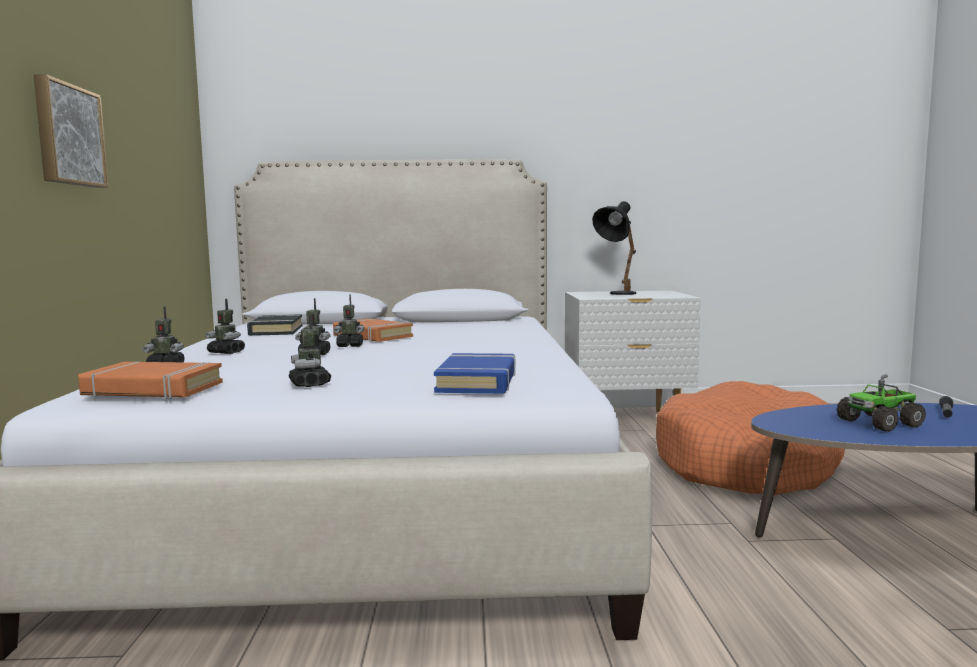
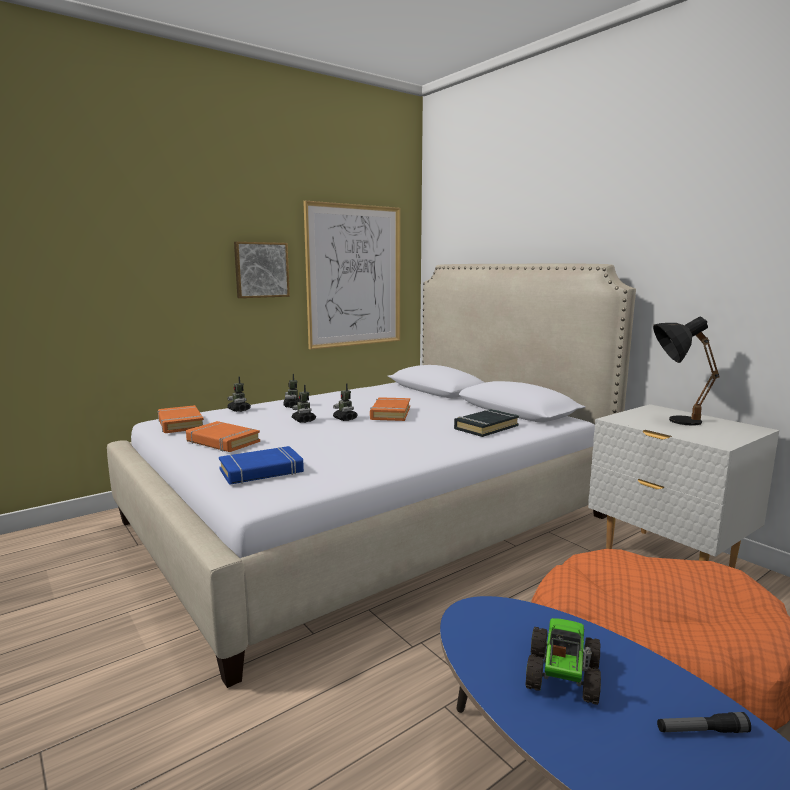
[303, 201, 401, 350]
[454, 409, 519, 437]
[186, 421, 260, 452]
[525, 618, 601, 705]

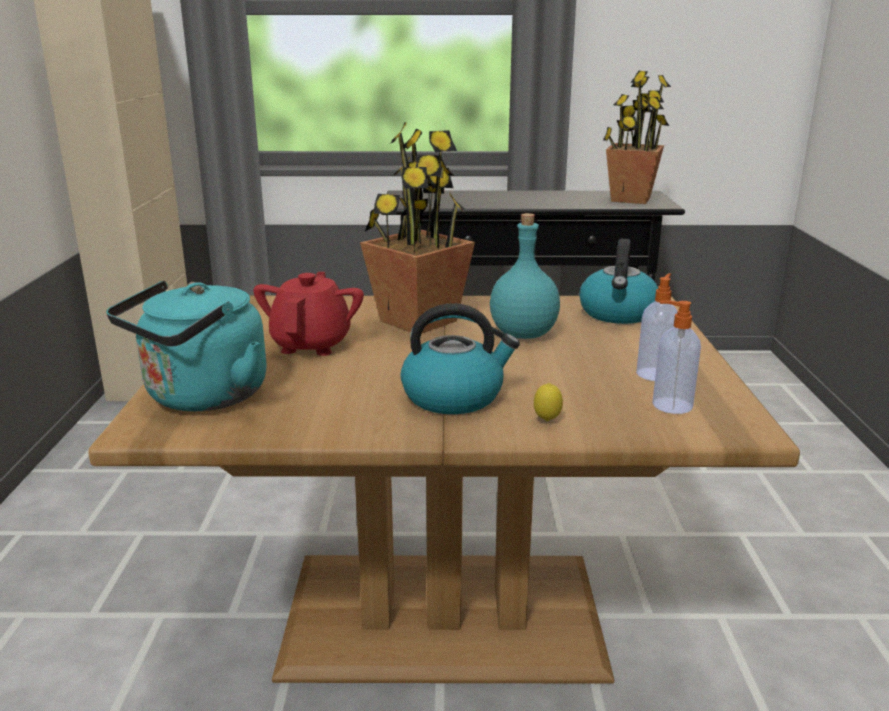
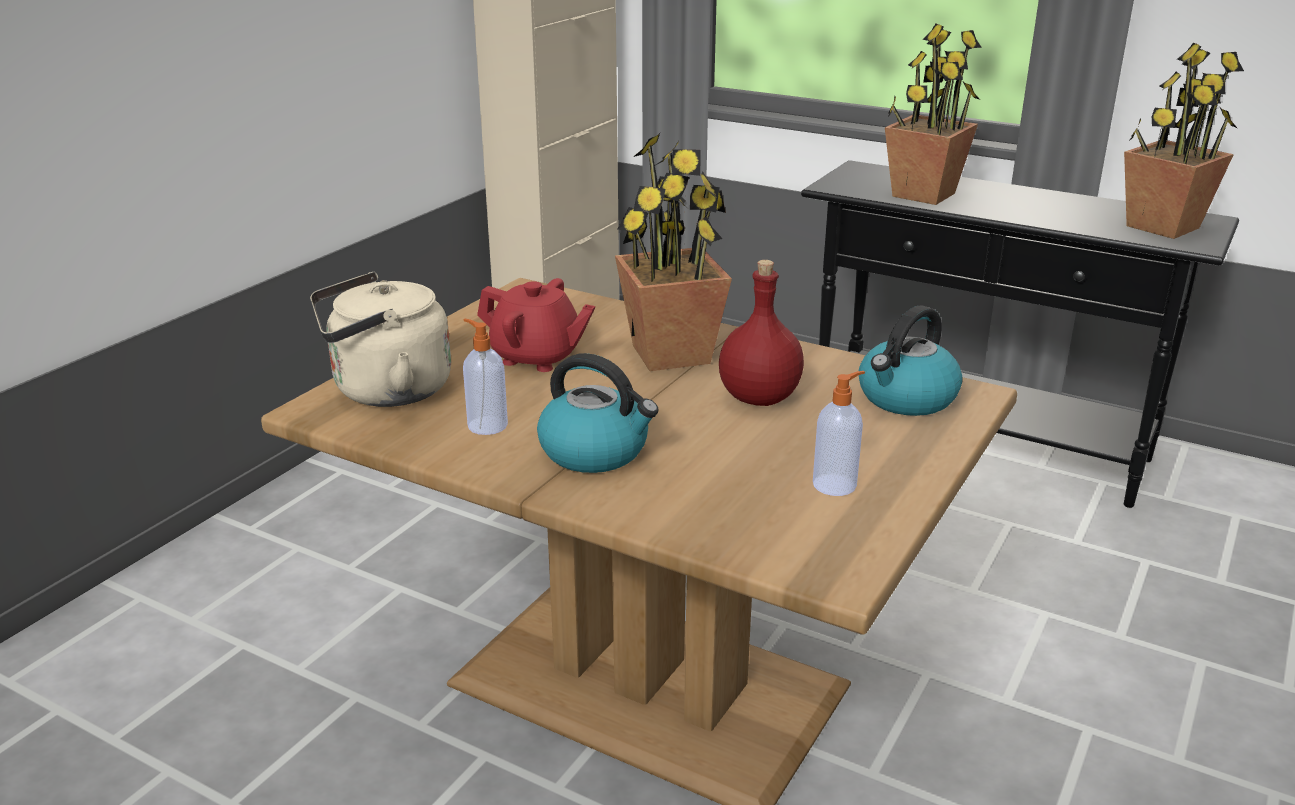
[534, 383, 563, 421] (first image)
[885, 24, 982, 205]
[463, 319, 508, 435]
[310, 272, 451, 407]
[719, 260, 804, 406]
[477, 278, 595, 372]

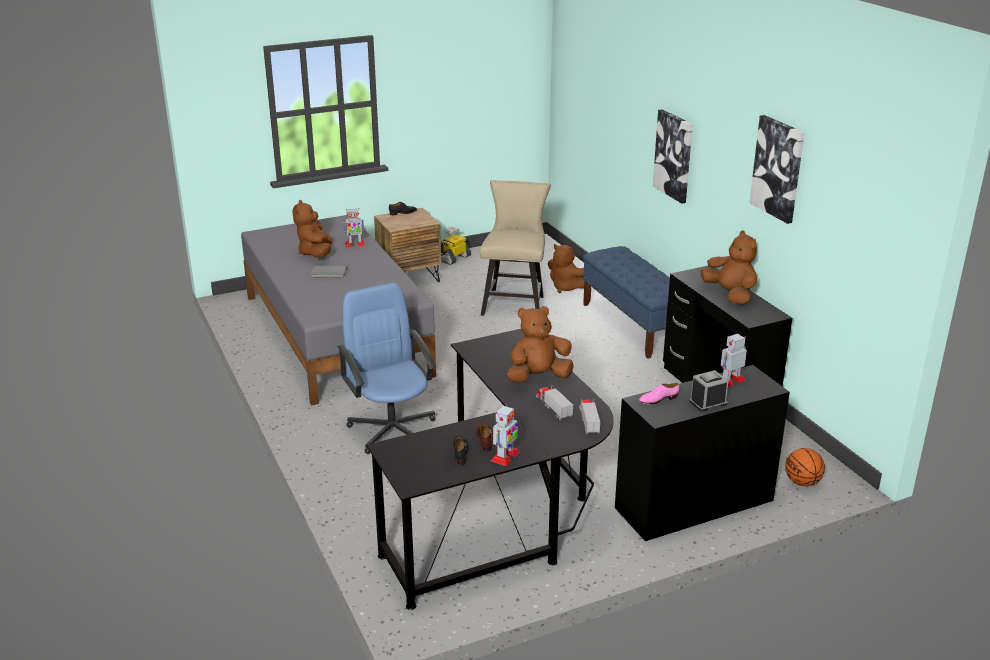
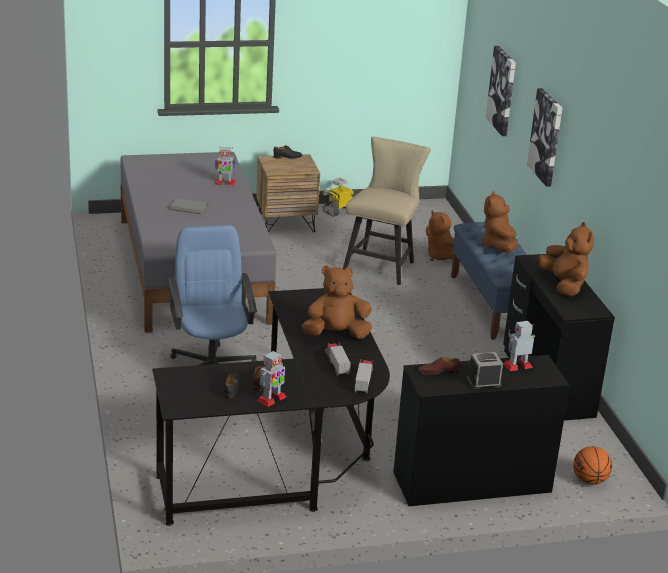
[482, 191, 518, 253]
[486, 46, 516, 136]
[418, 357, 460, 375]

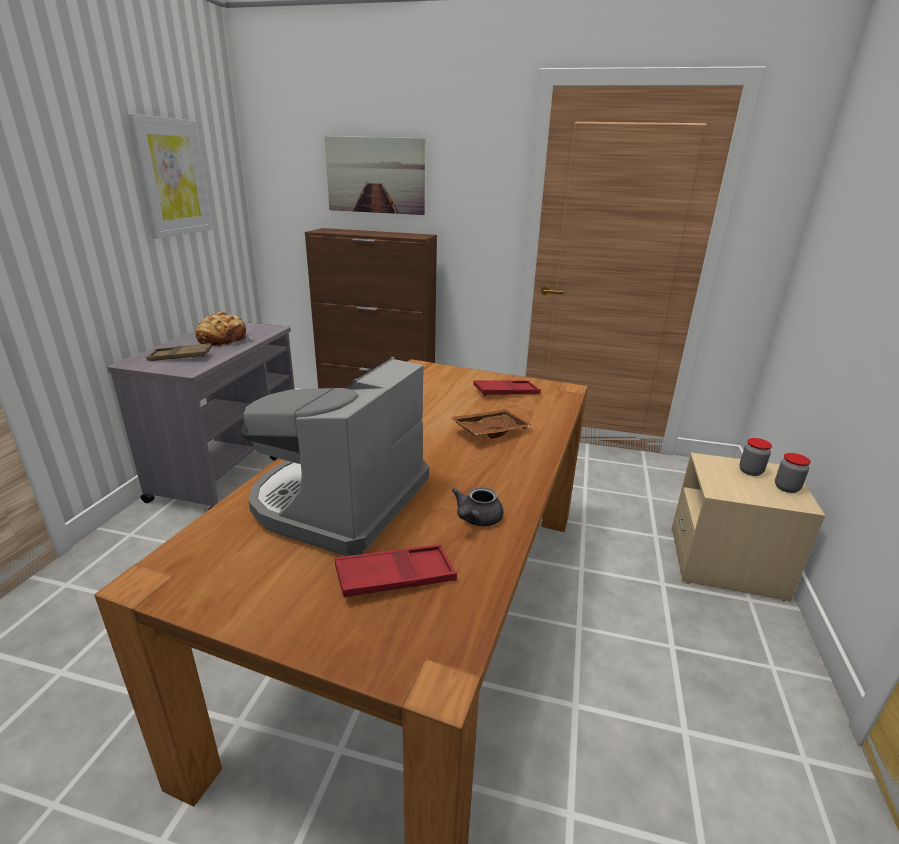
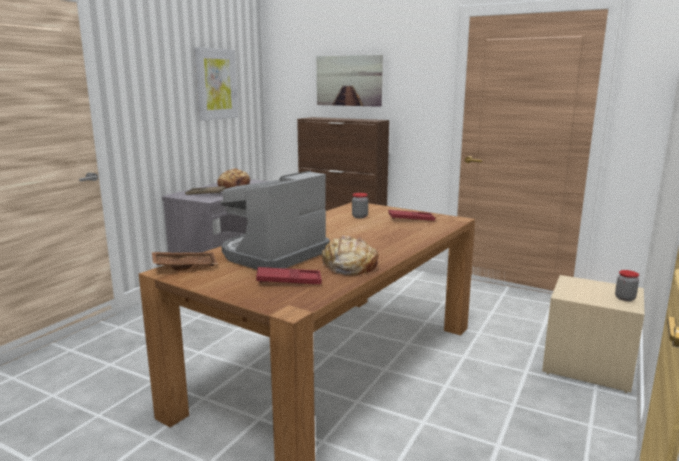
[152, 252, 218, 270]
[352, 193, 368, 219]
[322, 235, 379, 275]

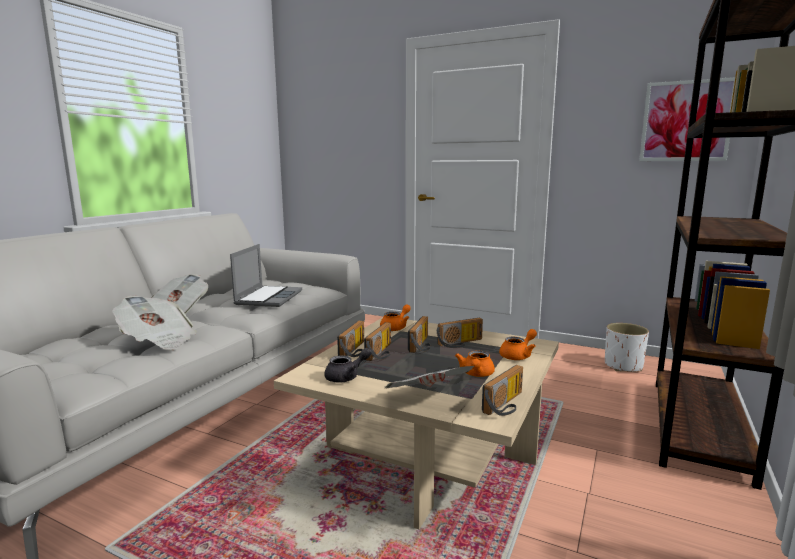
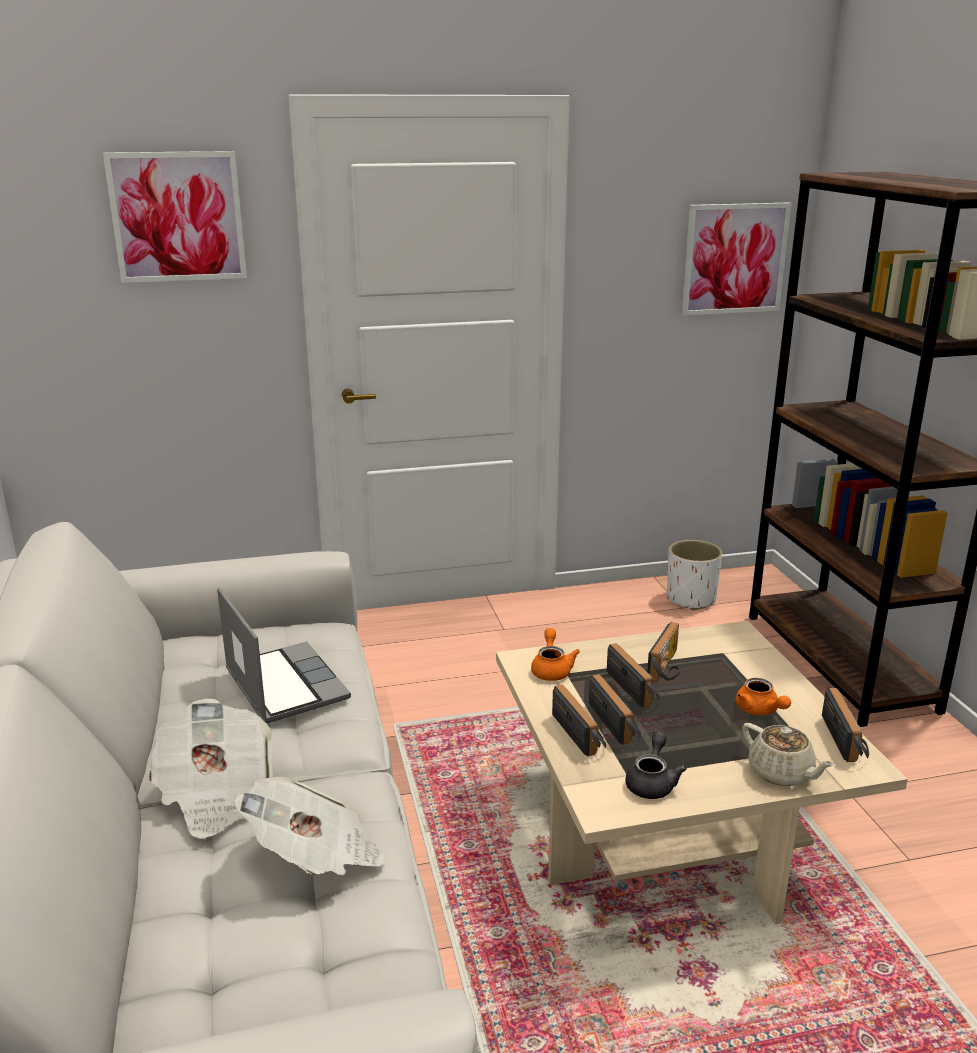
[499, 329, 537, 360] (first image)
[103, 151, 247, 283]
[742, 723, 835, 786]

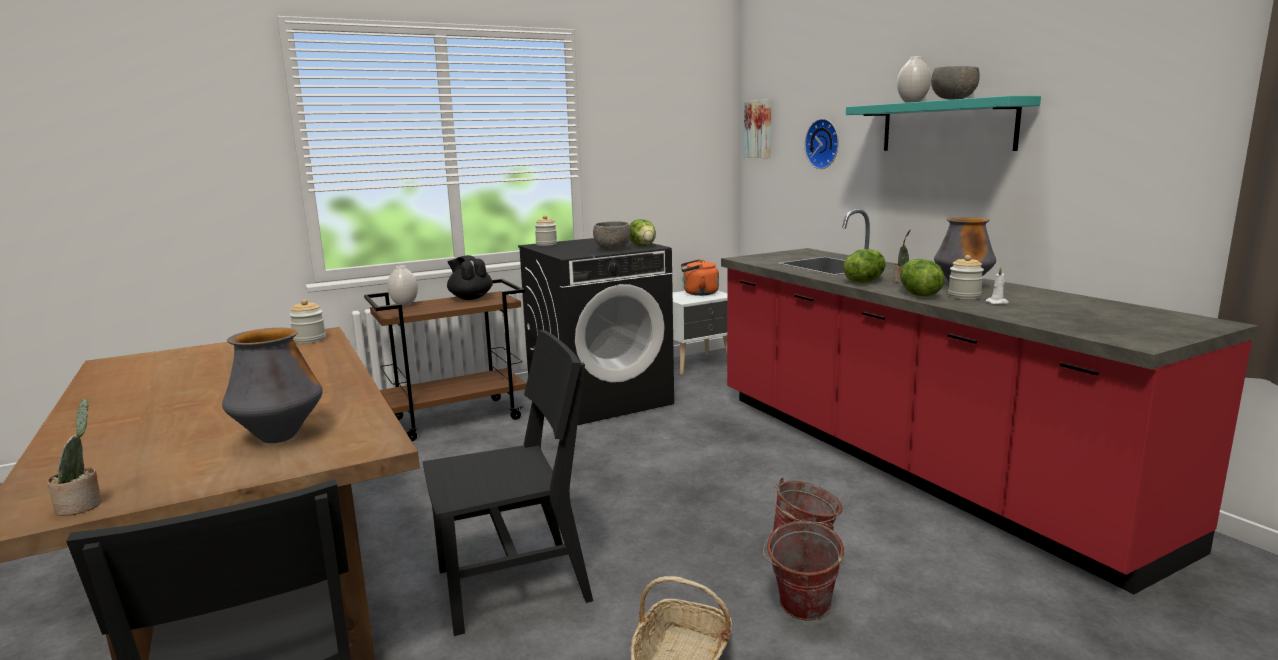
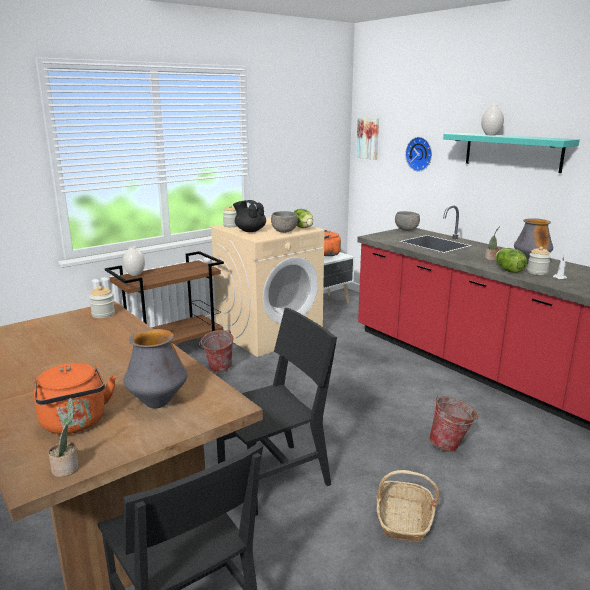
[843, 249, 886, 283] (first image)
[33, 363, 116, 434]
[233, 200, 266, 232]
[199, 330, 234, 372]
[395, 211, 420, 231]
[210, 217, 324, 357]

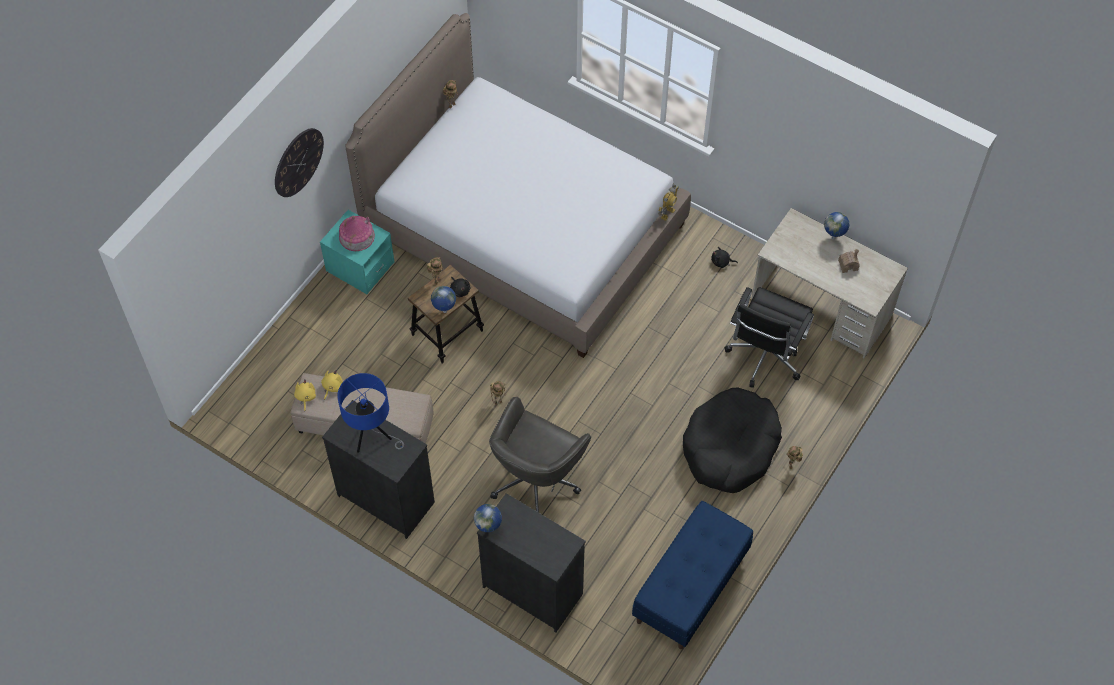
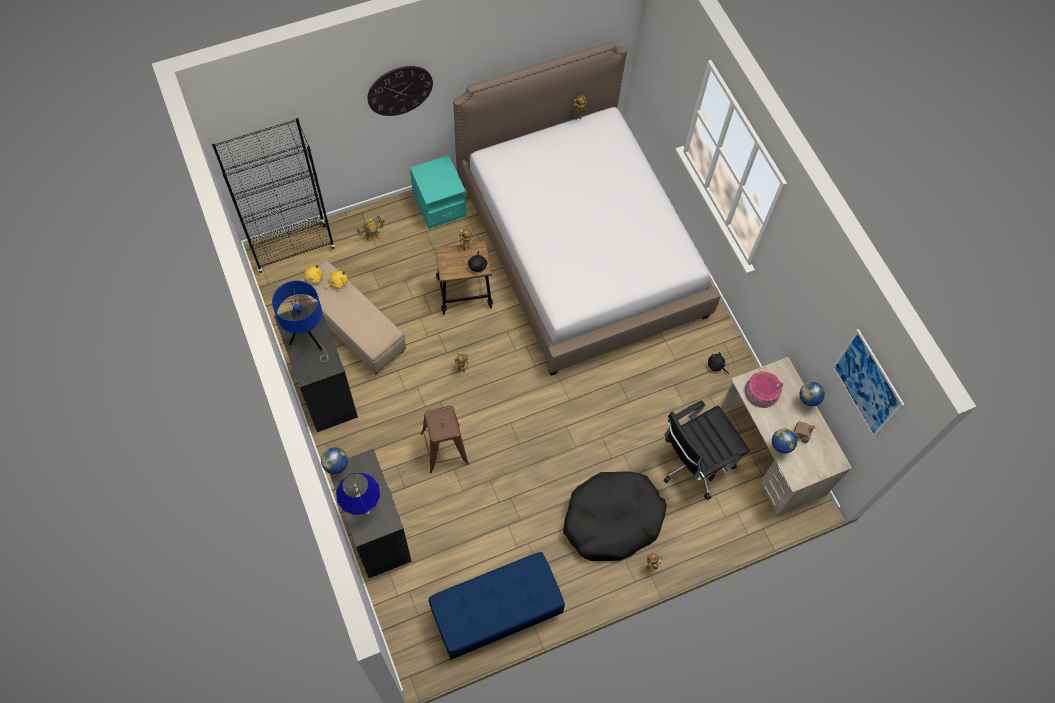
[212, 118, 335, 273]
[336, 473, 380, 515]
[832, 329, 905, 438]
[745, 371, 783, 408]
[772, 429, 797, 454]
[355, 215, 385, 241]
[421, 406, 469, 473]

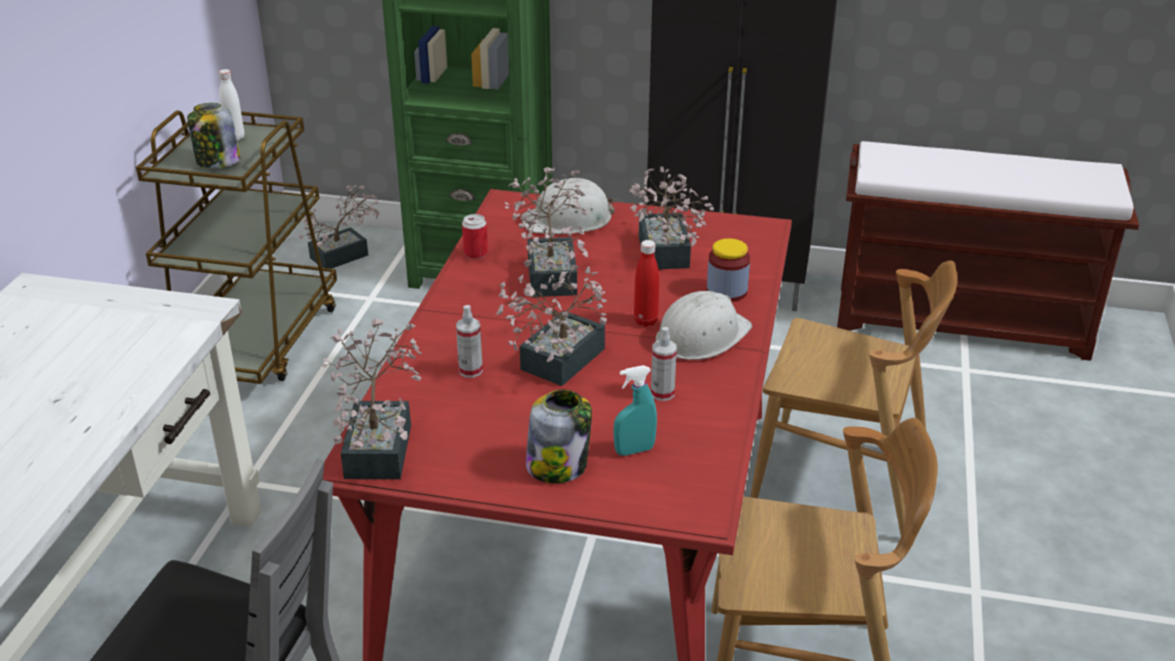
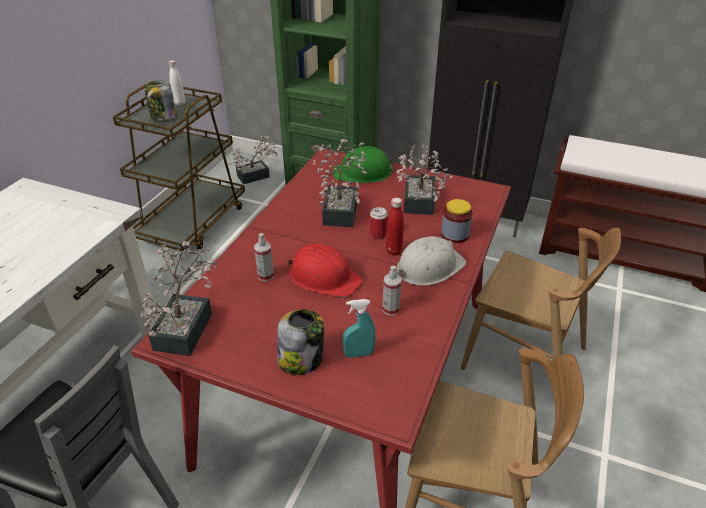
[370, 207, 388, 239]
[287, 244, 362, 297]
[333, 146, 395, 183]

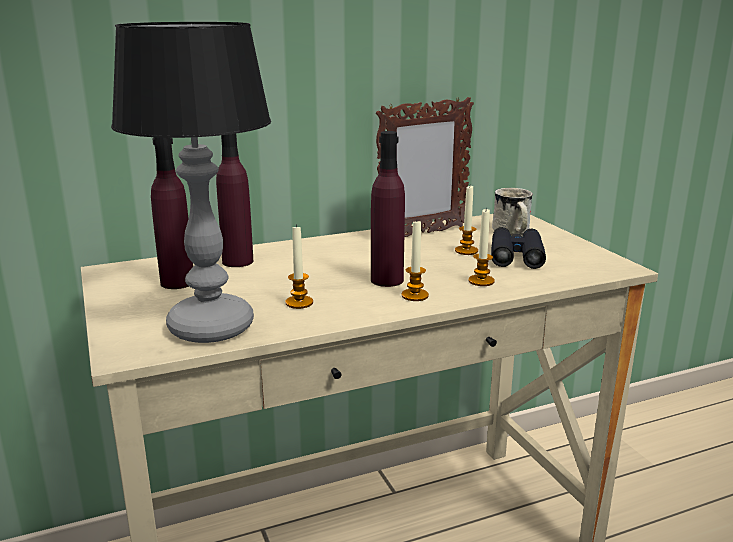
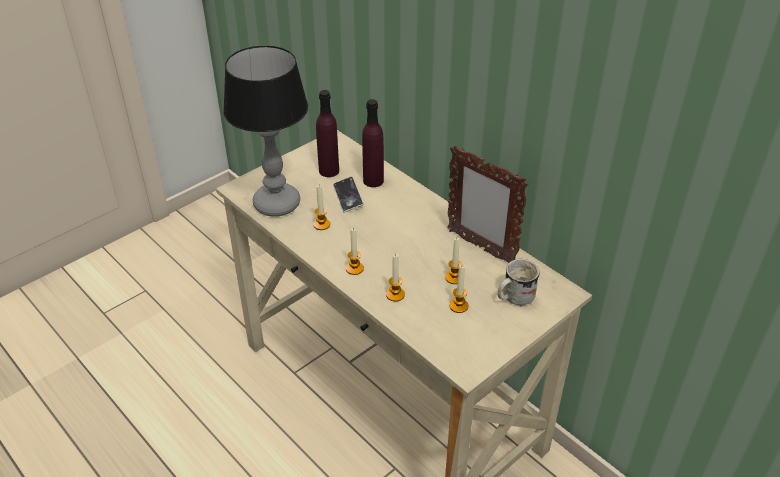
[371, 131, 405, 287] (first image)
[333, 177, 364, 212]
[449, 265, 468, 313]

